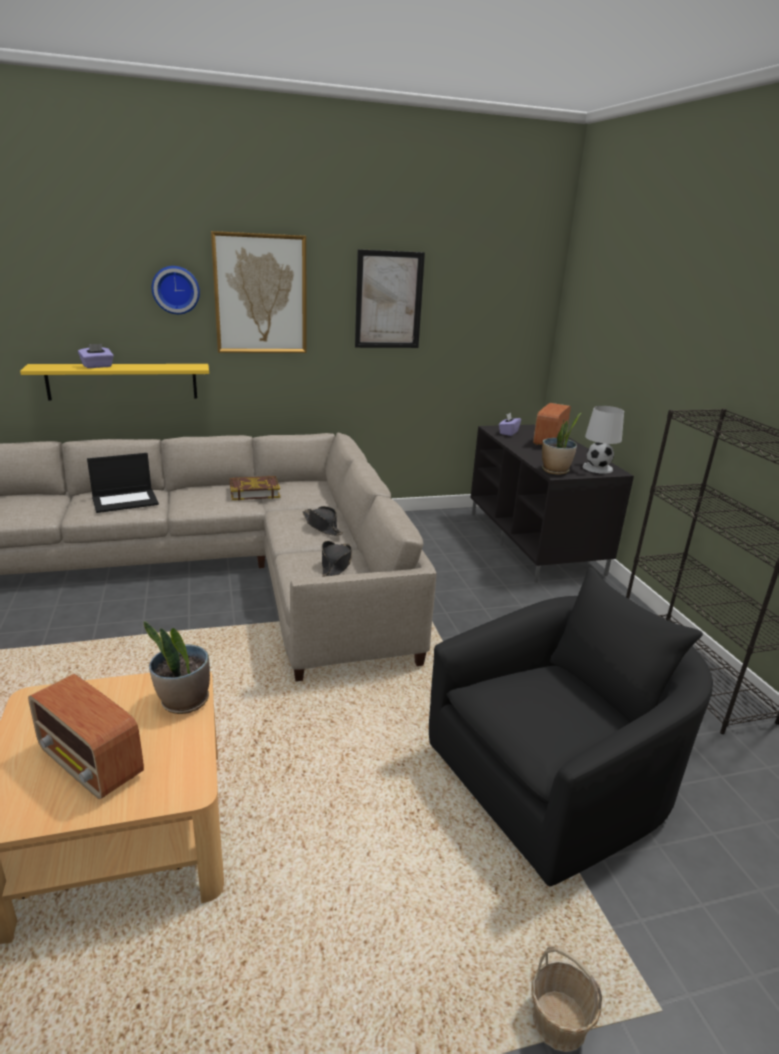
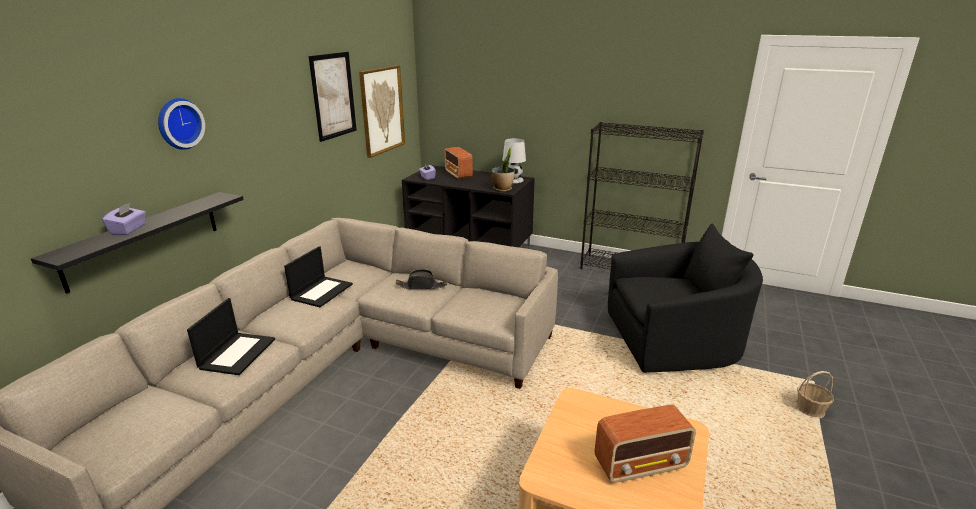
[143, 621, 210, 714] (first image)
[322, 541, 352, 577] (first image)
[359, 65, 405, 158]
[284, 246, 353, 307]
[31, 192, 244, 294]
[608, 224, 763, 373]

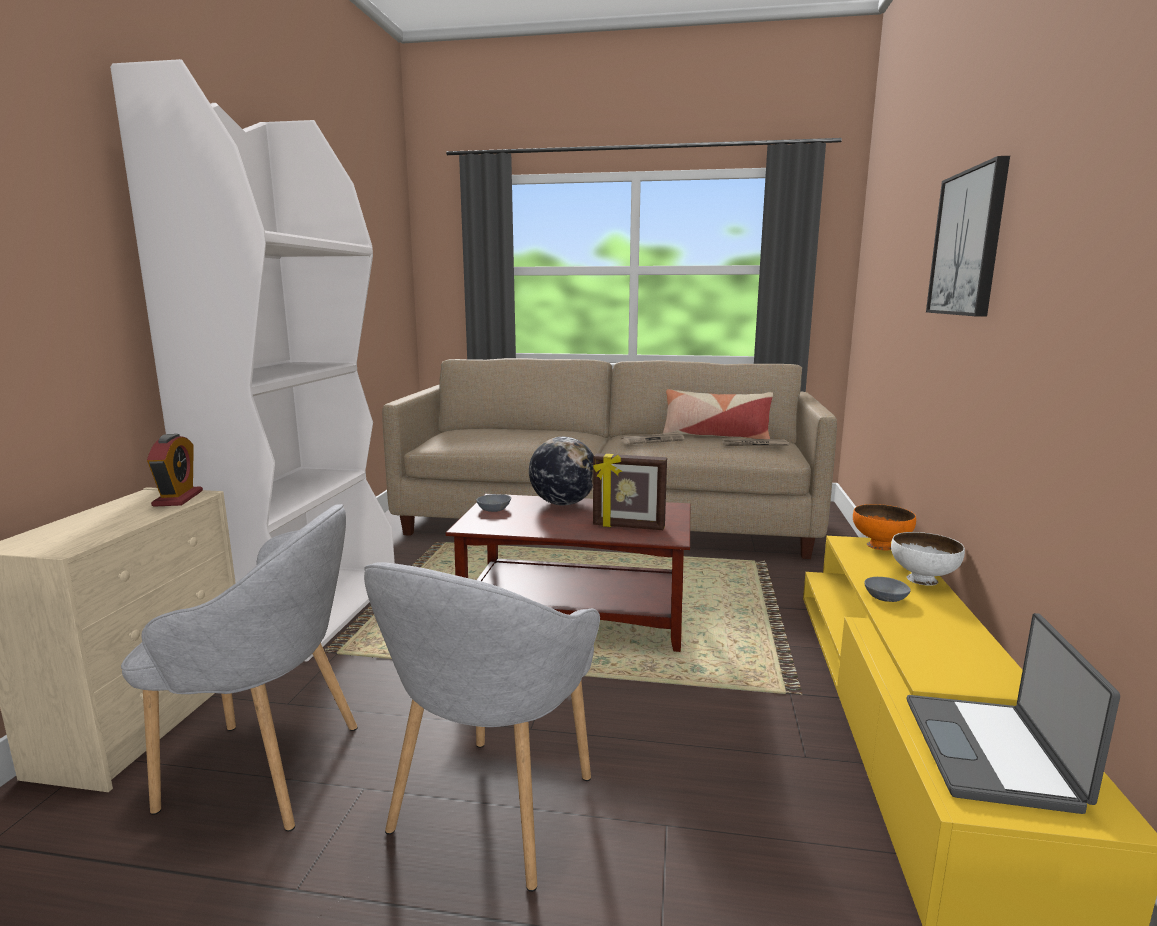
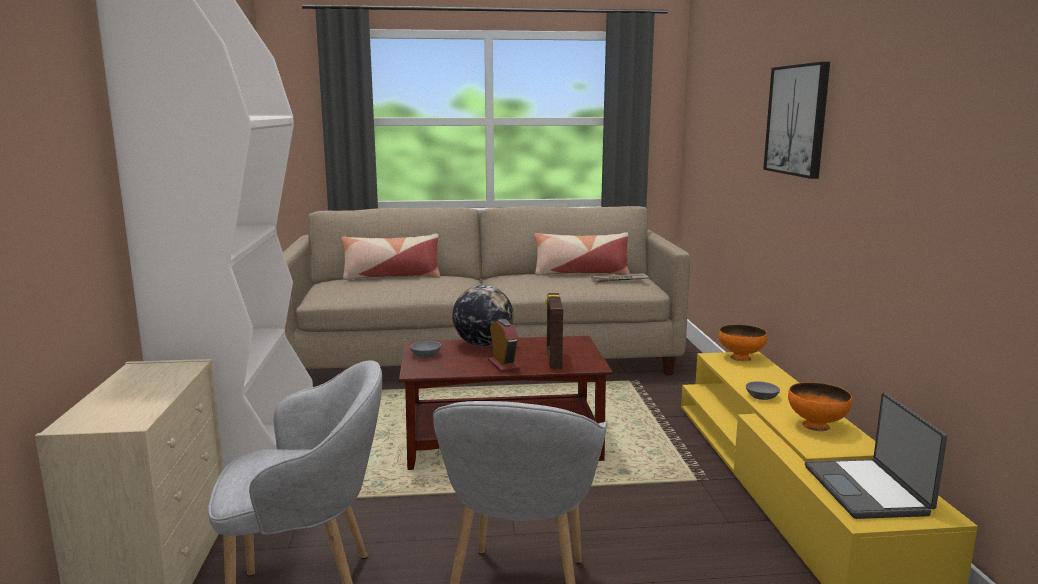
[621, 431, 684, 444] (first image)
[891, 532, 965, 586] (first image)
[341, 234, 440, 280]
[788, 382, 852, 431]
[488, 319, 520, 372]
[545, 293, 563, 370]

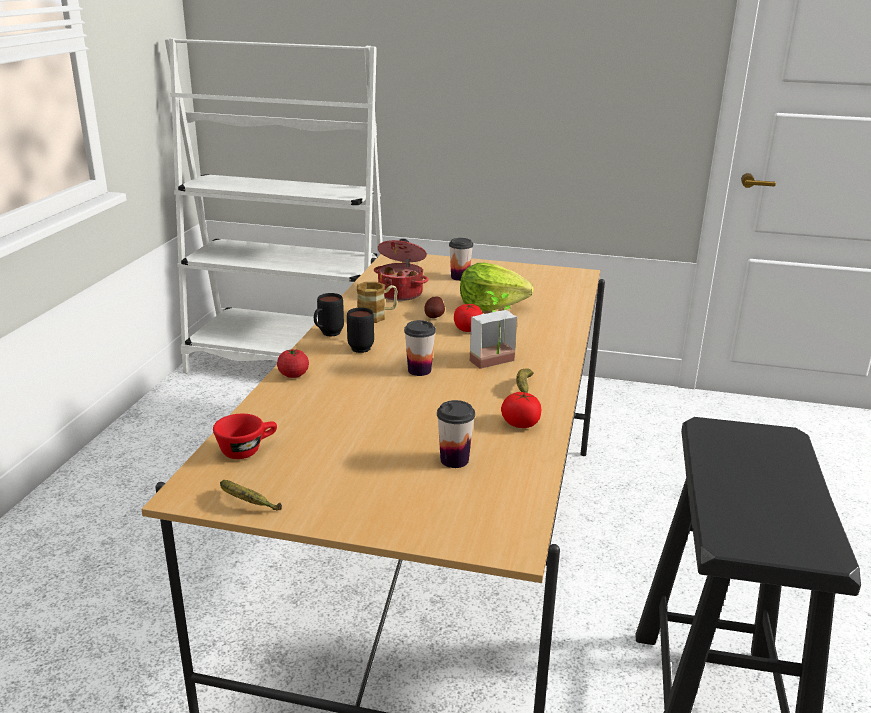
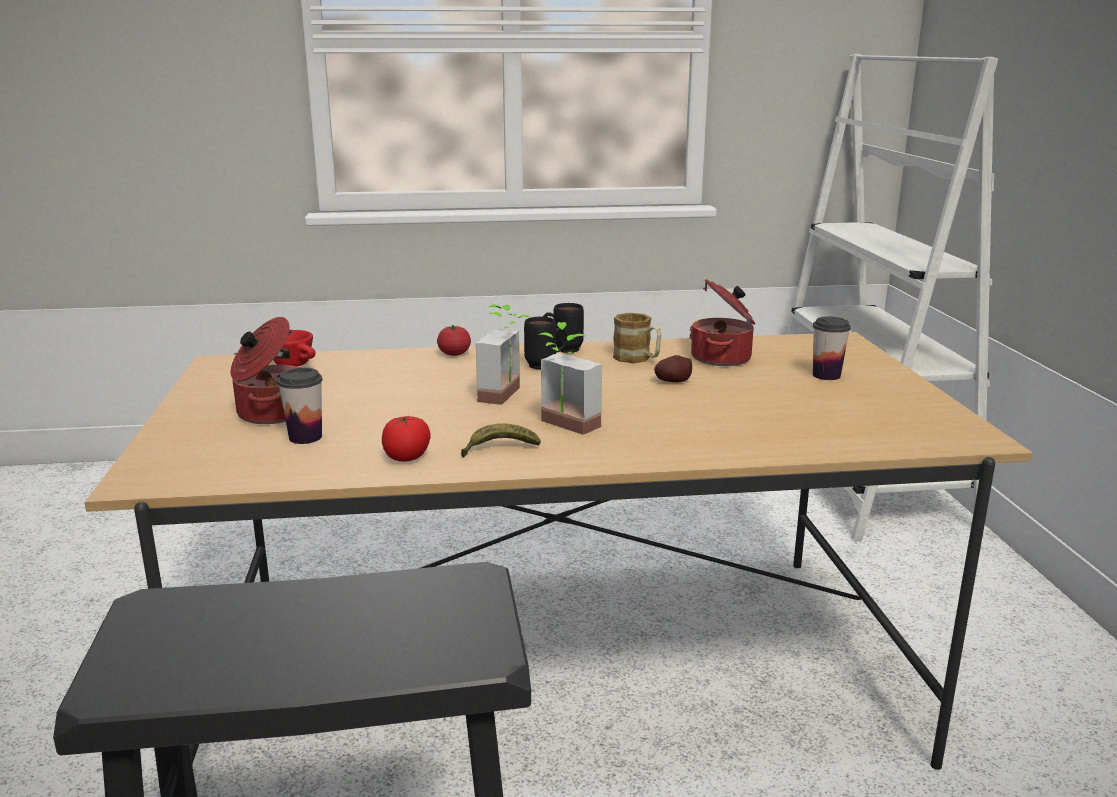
[220, 480, 282, 510] (first image)
[454, 304, 483, 332] (first image)
[460, 263, 534, 311] (first image)
[231, 317, 300, 424]
[476, 304, 530, 405]

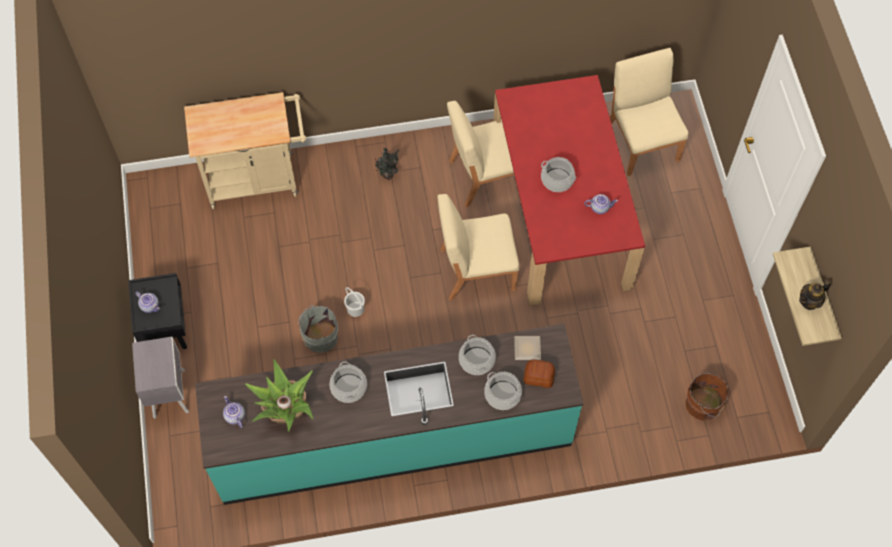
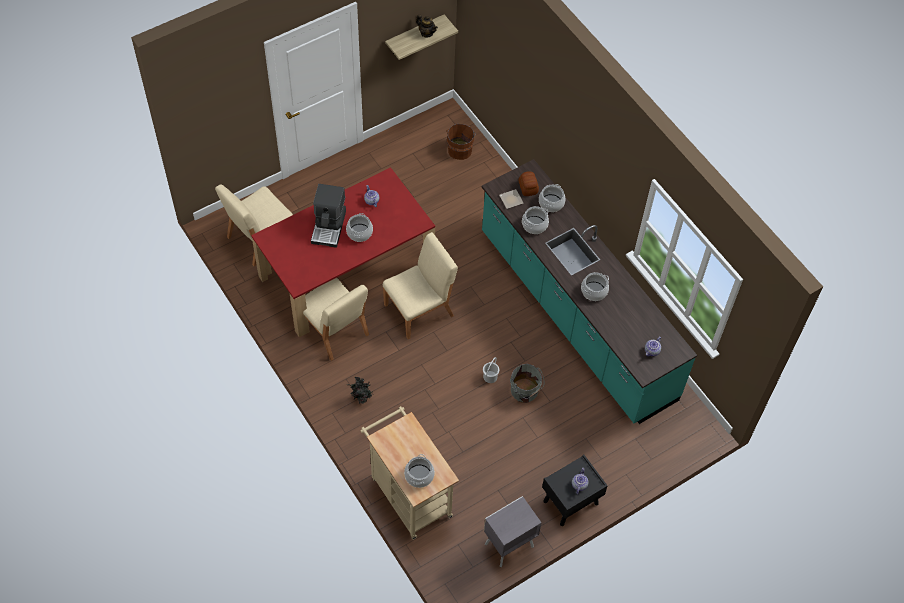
[245, 359, 313, 432] (first image)
[311, 184, 346, 248]
[404, 454, 435, 488]
[484, 496, 542, 567]
[383, 232, 458, 339]

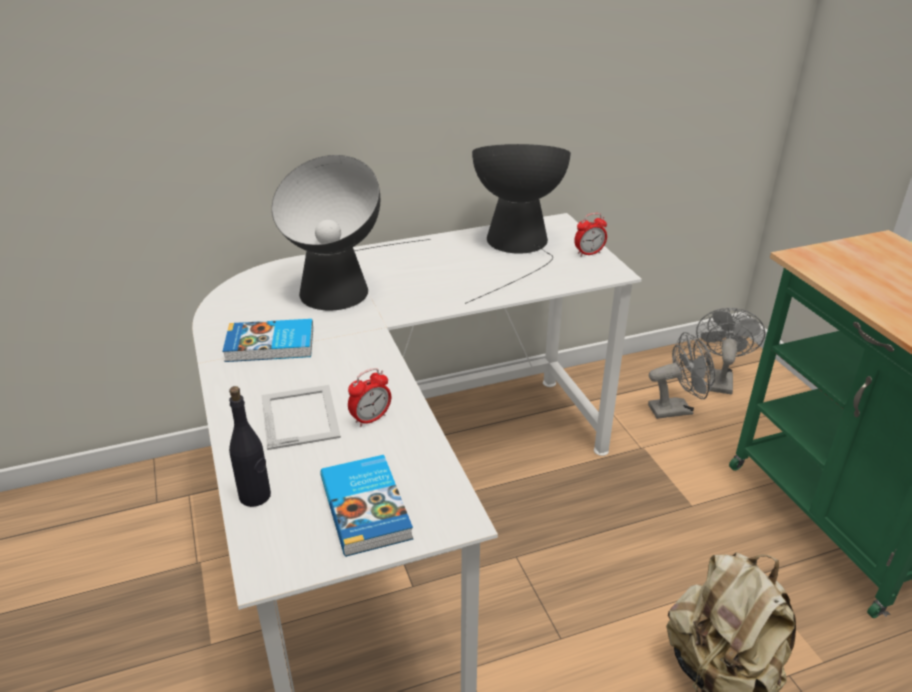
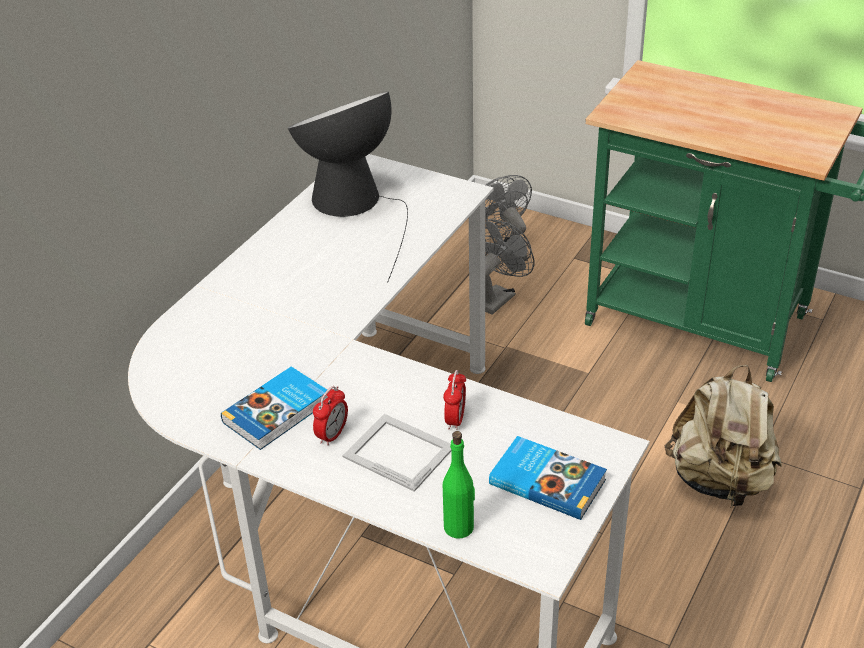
[272, 155, 431, 310] (first image)
[313, 386, 348, 446]
[443, 431, 475, 539]

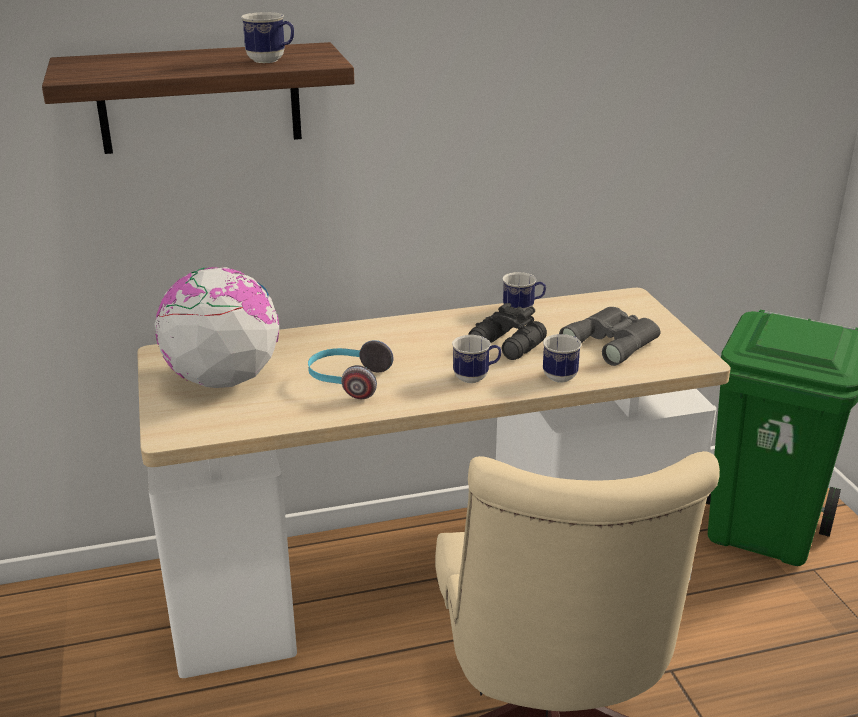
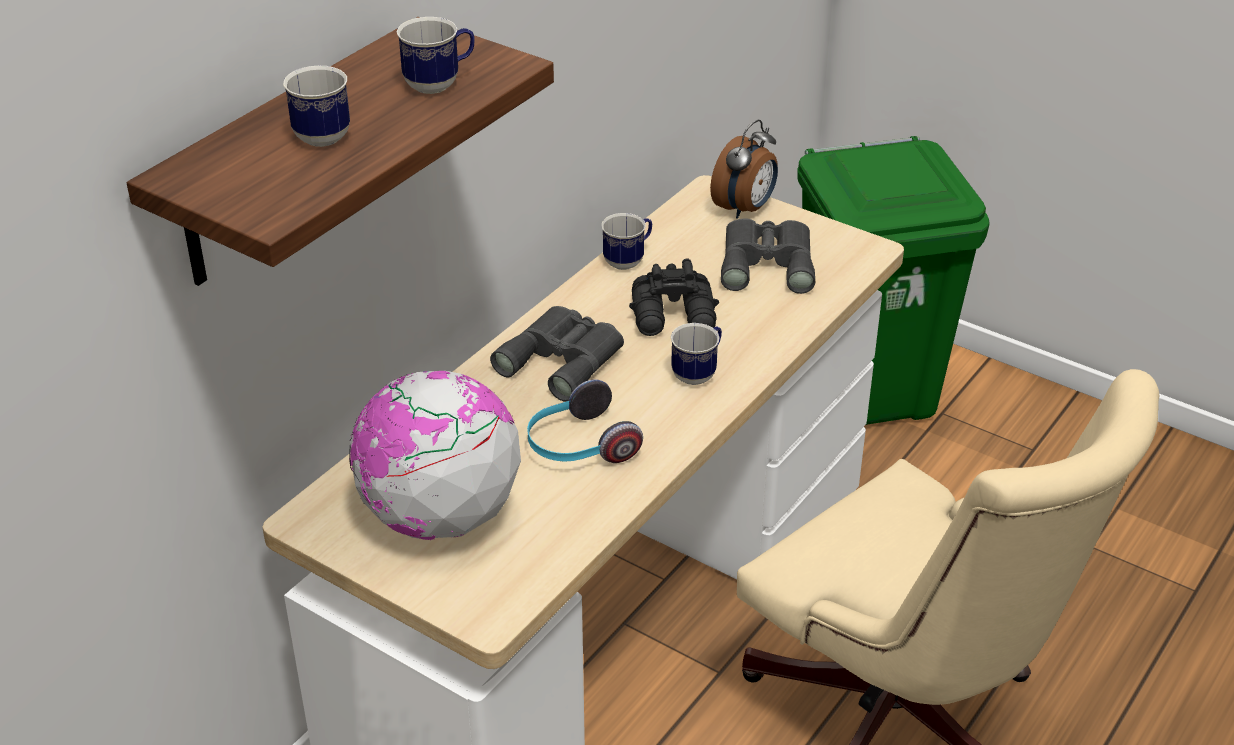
[490, 306, 624, 402]
[710, 120, 778, 219]
[283, 65, 350, 147]

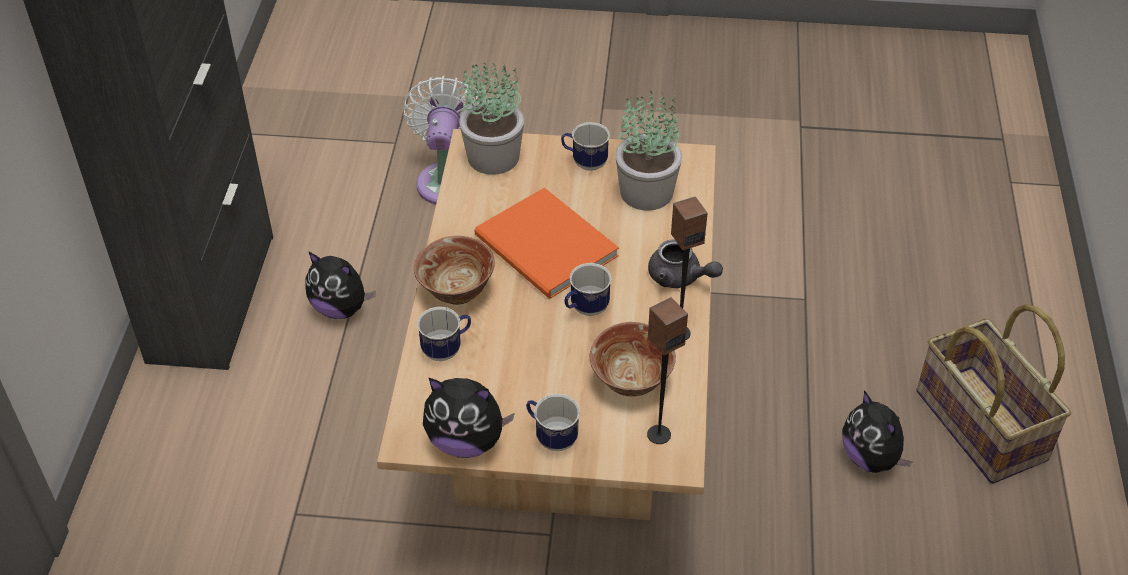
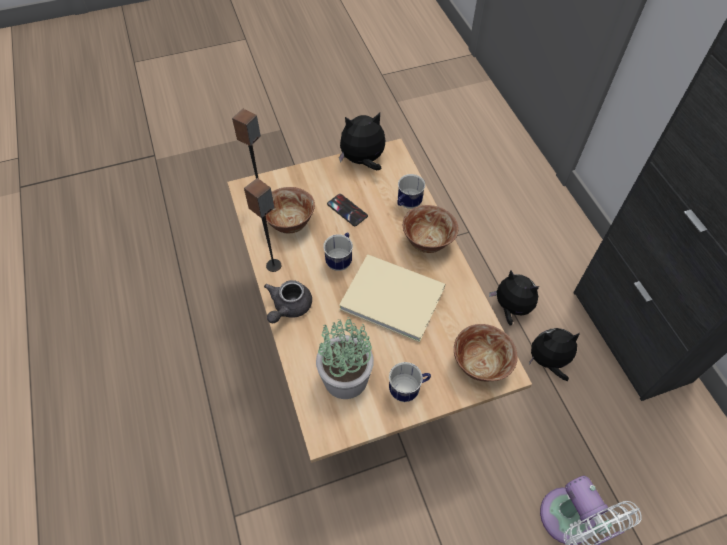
[526, 394, 580, 451] (first image)
[916, 304, 1071, 484] (first image)
[327, 194, 368, 226]
[489, 271, 539, 325]
[454, 324, 518, 381]
[339, 254, 445, 342]
[264, 280, 312, 323]

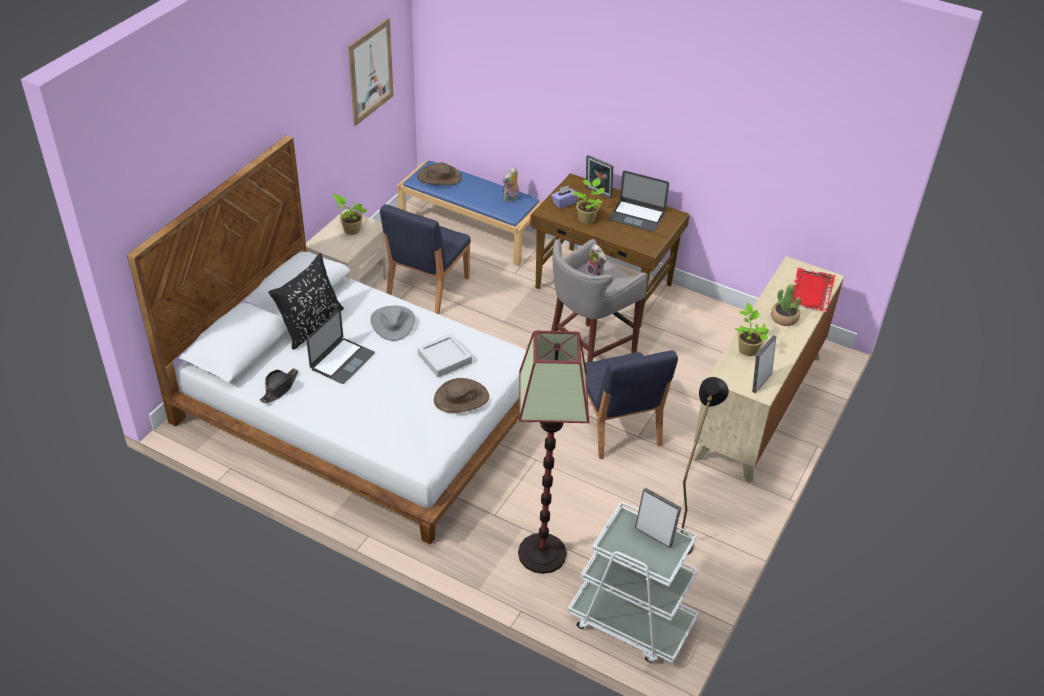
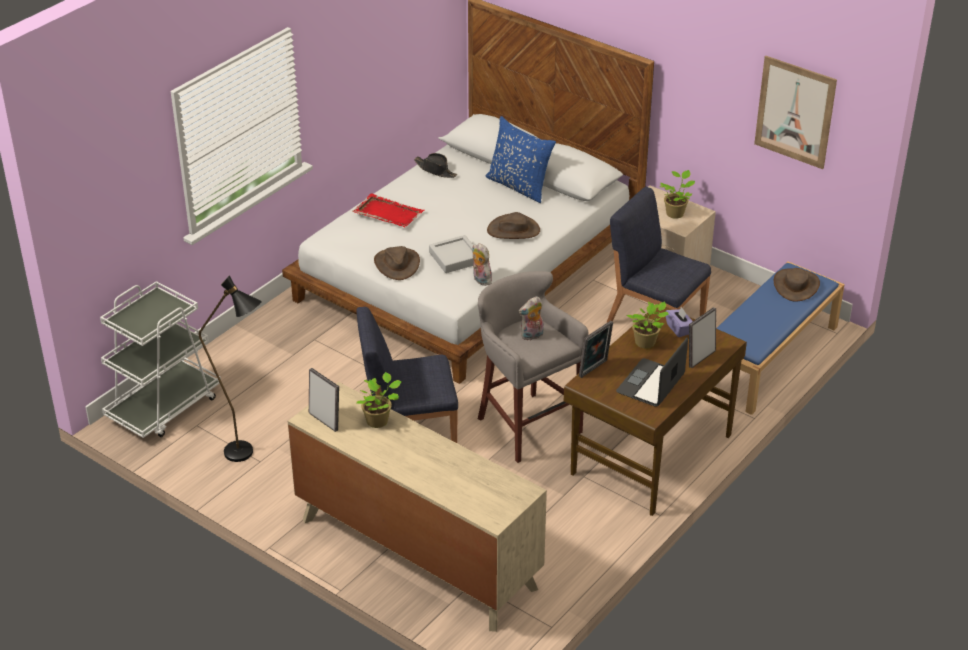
[306, 309, 375, 384] (first image)
[518, 331, 589, 574] (first image)
[771, 284, 801, 326] (first image)
[473, 243, 492, 286]
[579, 321, 613, 378]
[352, 193, 424, 227]
[486, 116, 556, 203]
[487, 212, 540, 239]

